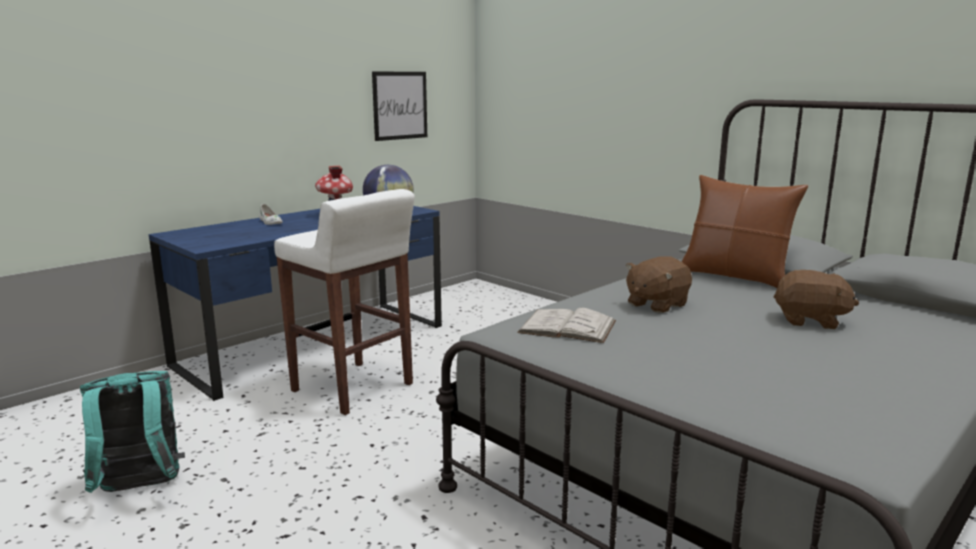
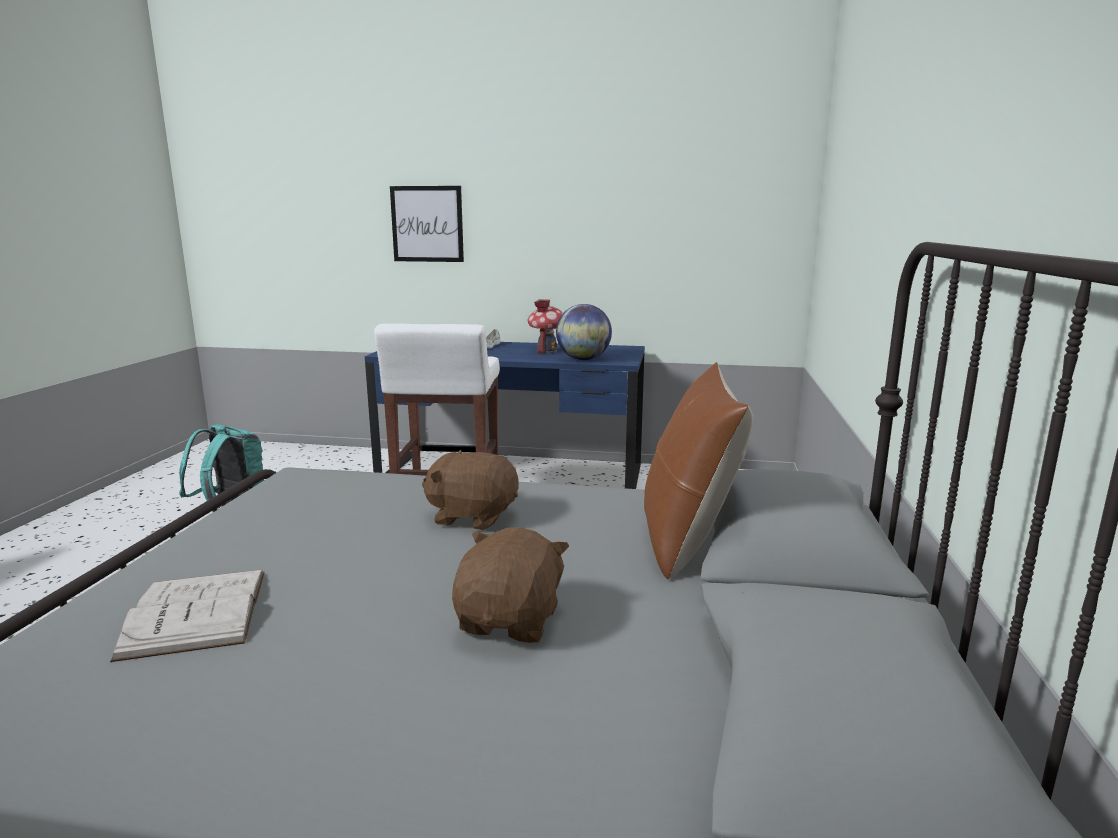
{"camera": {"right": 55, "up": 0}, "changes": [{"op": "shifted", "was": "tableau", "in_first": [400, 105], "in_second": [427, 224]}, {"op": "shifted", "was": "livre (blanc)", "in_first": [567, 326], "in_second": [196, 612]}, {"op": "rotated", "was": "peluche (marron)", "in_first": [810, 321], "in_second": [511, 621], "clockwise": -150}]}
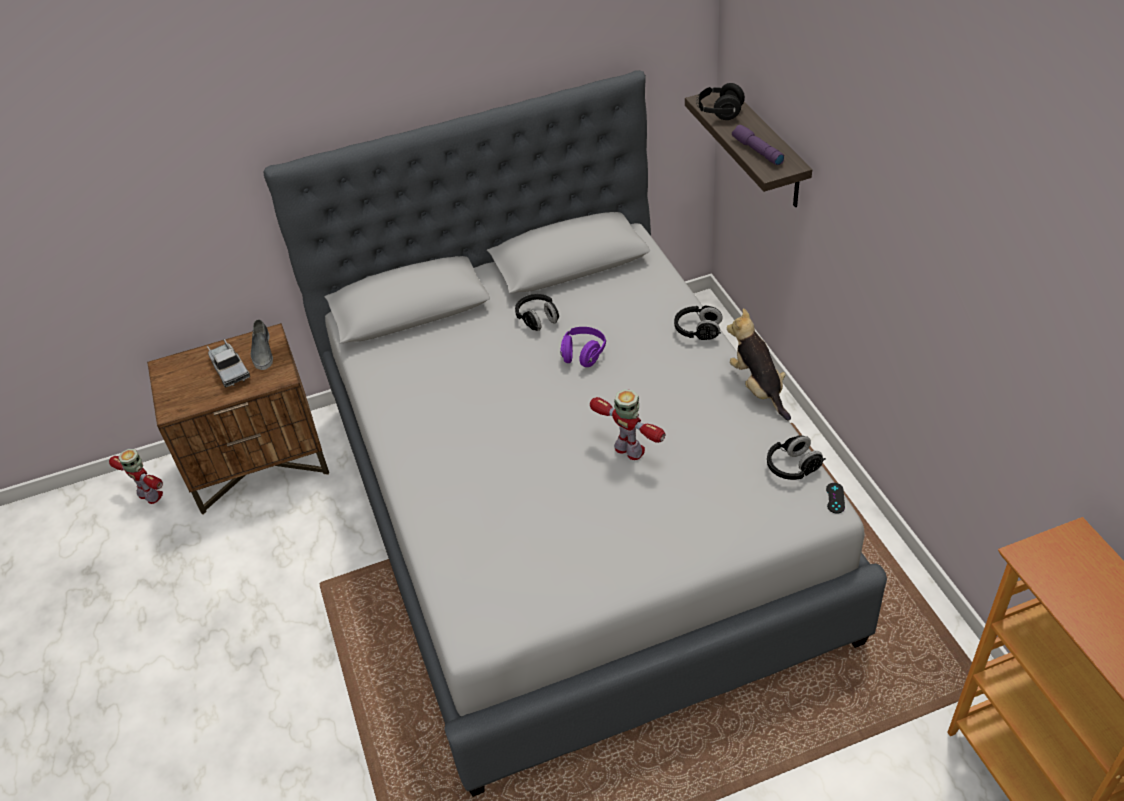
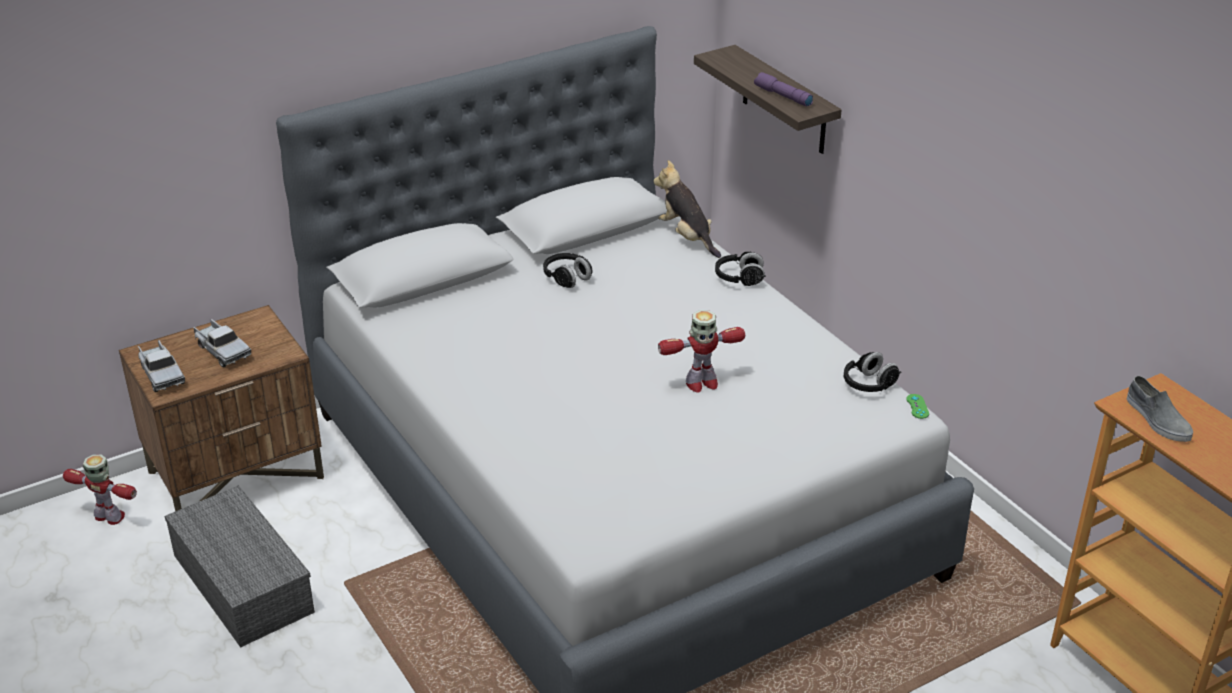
{"camera": {"right": -15, "up": -10}, "changes": [{"op": "gone", "was": "casque audio (violet)", "in_first": [583, 355]}, {"op": "gone", "was": "casque audio (noir)", "in_first": [719, 112]}, {"op": "new", "now": "camion jouet", "in_second": [161, 374]}, {"op": "new", "now": "boîte de rangement (gris)", "in_second": [240, 582]}, {"op": "shifted", "was": "chaussure (gris)", "in_first": [262, 351], "in_second": [1157, 419]}, {"op": "shifted", "was": "peluche", "in_first": [758, 388], "in_second": [687, 237]}, {"op": "repainted", "was": "manette (noir)", "now": "manette (vert)", "in_first": [835, 498], "in_second": [917, 406]}, {"op": "rotated", "was": "robot jouet", "in_first": [630, 450], "in_second": [701, 383], "clockwise": 135}]}
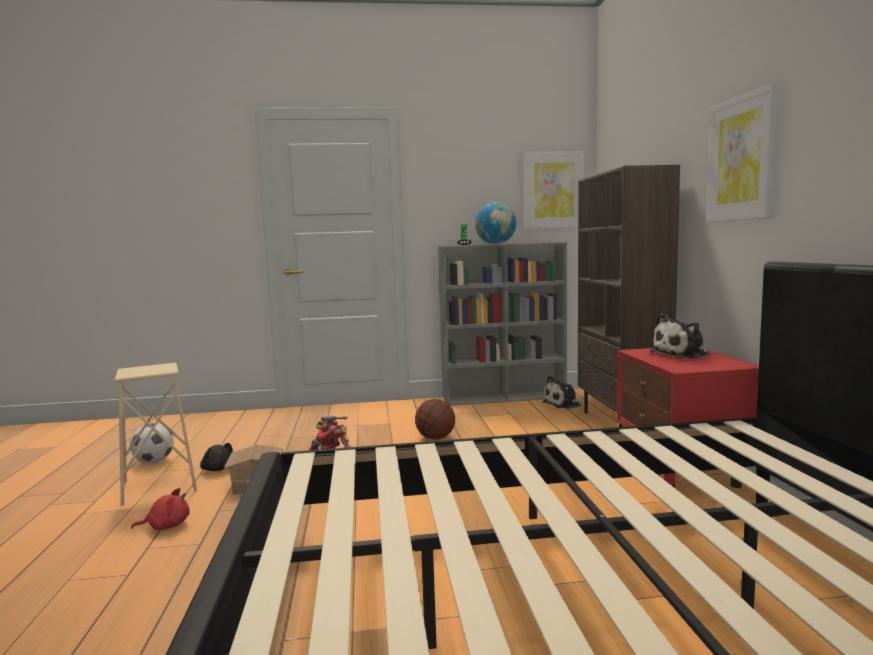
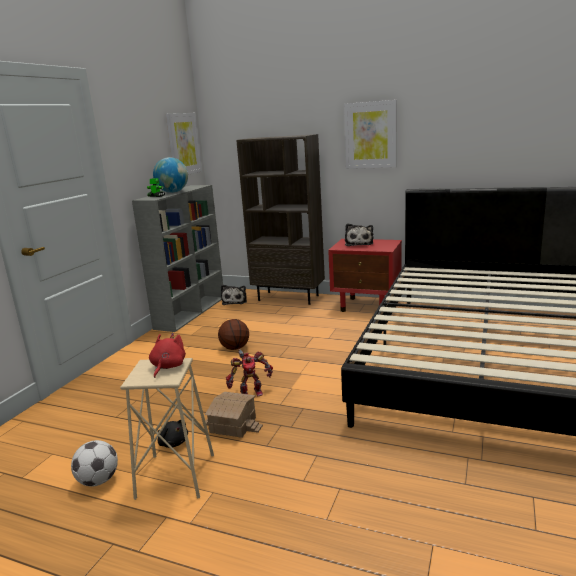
{"camera": {"right": -60, "up": 10}, "changes": [{"op": "shifted", "was": "peluche (rouge)", "in_first": [166, 526], "in_second": [167, 367]}, {"op": "rotated", "was": "peluche (noir)", "in_first": [217, 469], "in_second": [173, 442], "clockwise": 60}]}
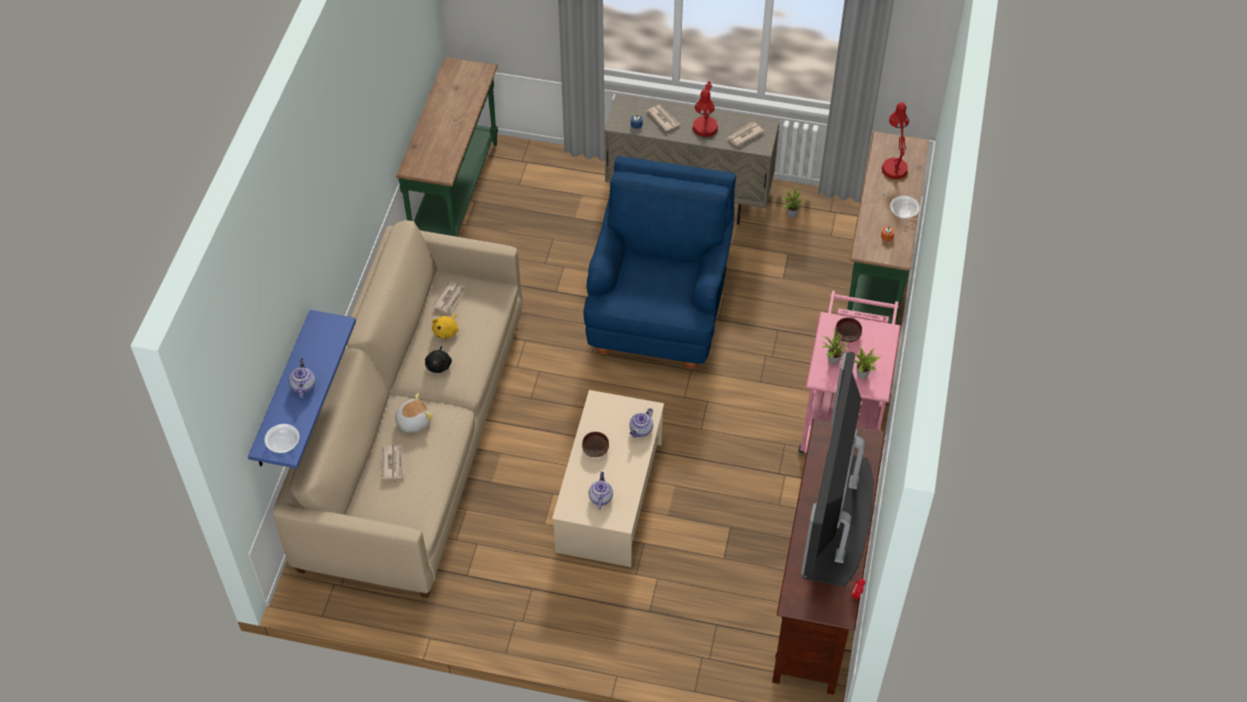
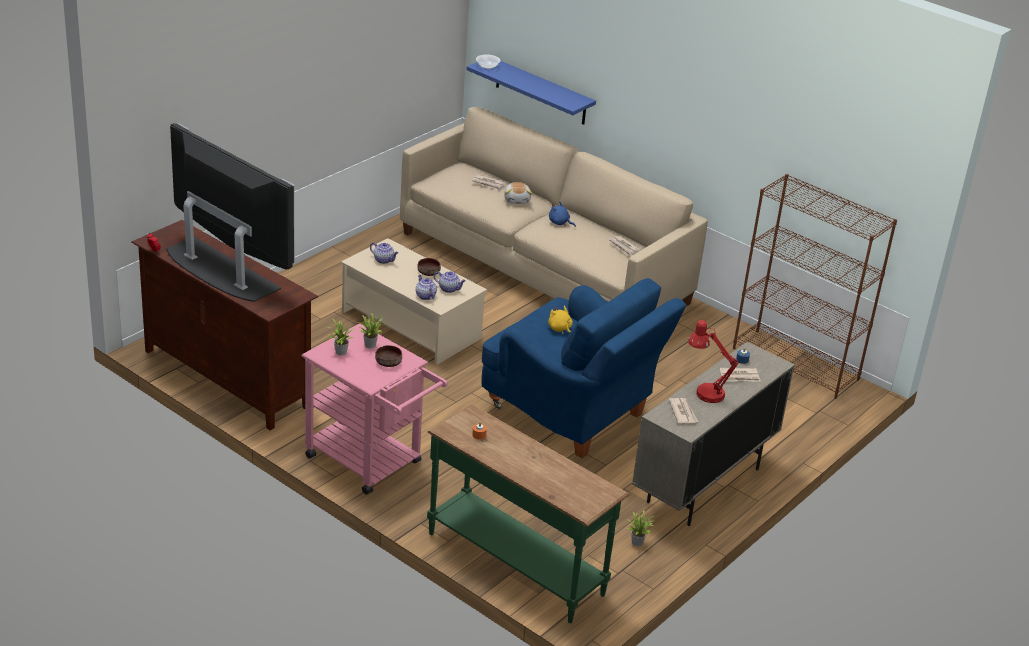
{"camera": {"right": 115, "up": -20}, "changes": [{"op": "gone", "was": "lampe de table (rouge)", "in_first": [894, 165]}, {"op": "gone", "was": "bol", "in_first": [903, 212]}, {"op": "shifted", "was": "théière", "in_first": [303, 385], "in_second": [449, 289]}, {"op": "shifted", "was": "peluche (jaune)", "in_first": [446, 331], "in_second": [560, 329]}, {"op": "swapped", "was": "table console (vert)", "now": "bibliothèque (marron)", "in_first": [457, 194], "in_second": [796, 364]}, {"op": "repainted", "was": "peluche (noir)", "now": "peluche (bleu)", "in_first": [439, 365], "in_second": [560, 223]}]}
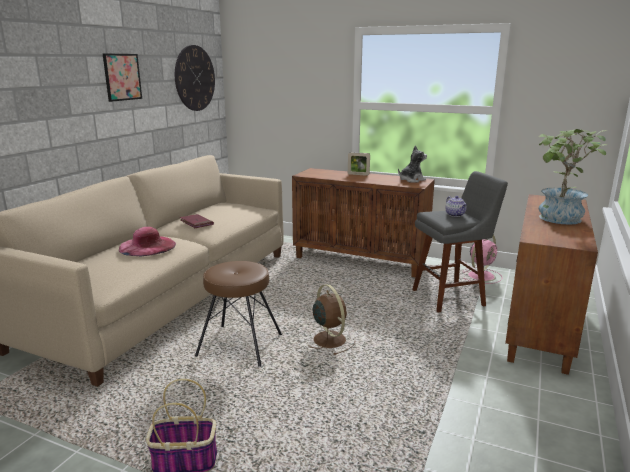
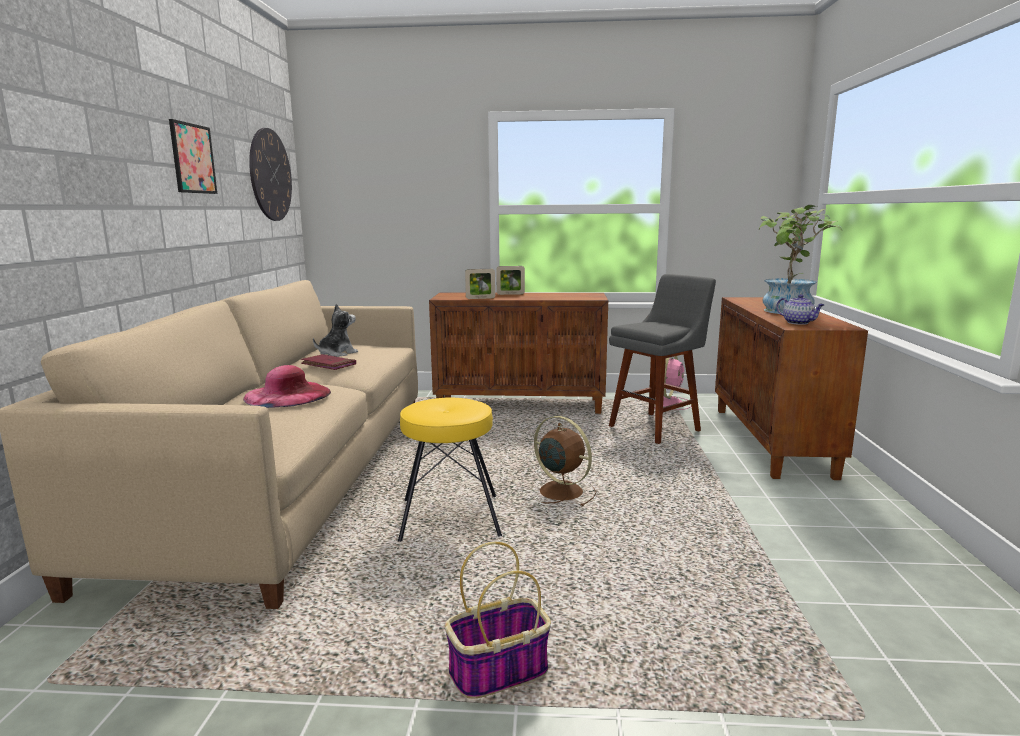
{"camera": {"right": -20, "up": -5}, "changes": [{"op": "new", "now": "cadre photo", "in_second": [480, 298]}, {"op": "shifted", "was": "peluche", "in_first": [411, 180], "in_second": [337, 354]}, {"op": "shifted", "was": "théière", "in_first": [455, 215], "in_second": [798, 323]}, {"op": "repainted", "was": "tabouret (marron)", "now": "tabouret (jaune)", "in_first": [240, 345], "in_second": [450, 517]}]}
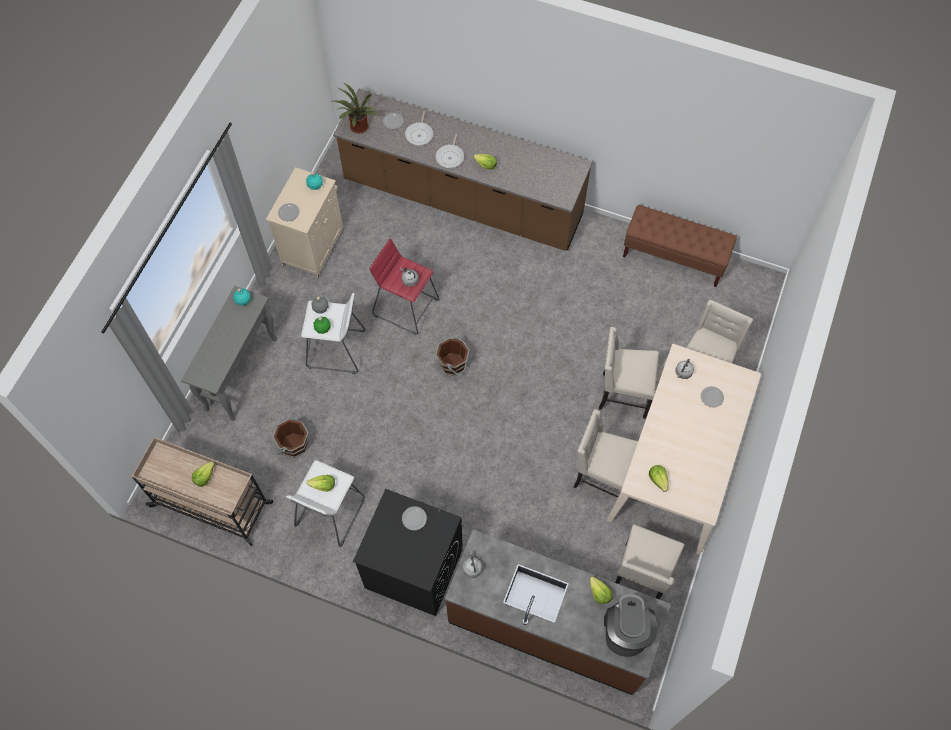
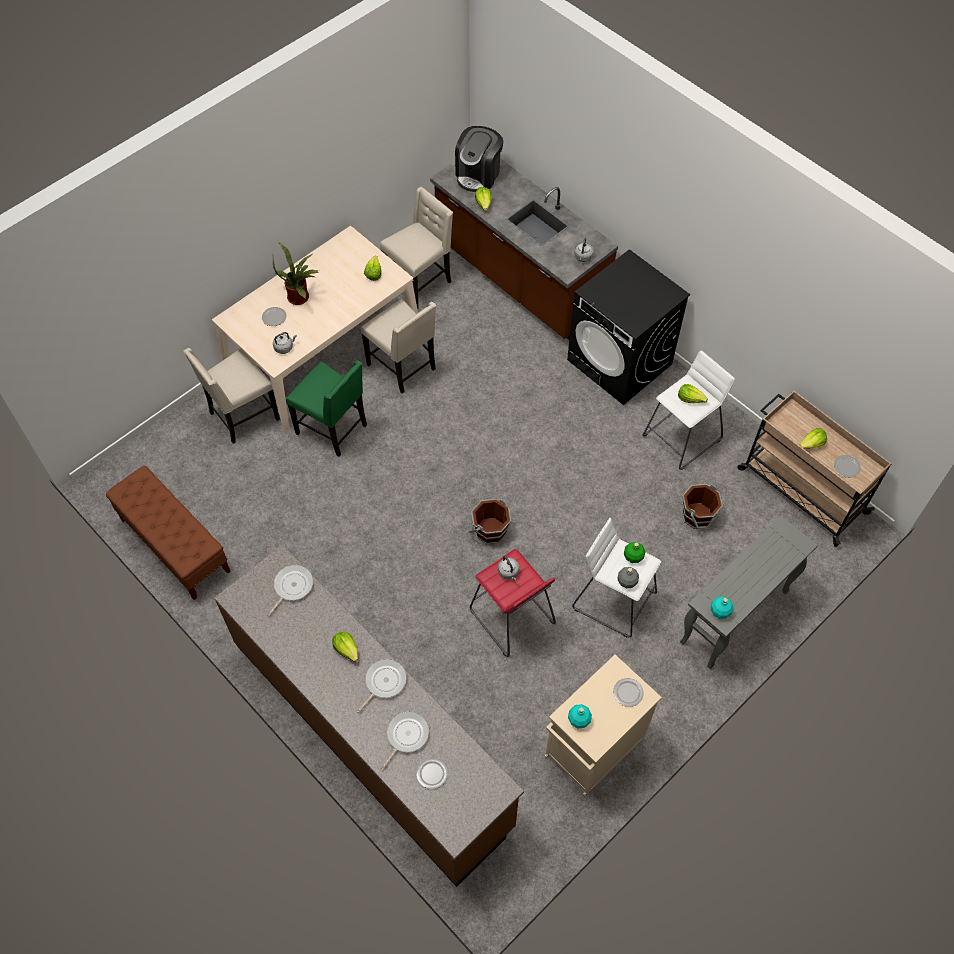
{"camera": {"right": -155, "up": -5}, "changes": [{"op": "new", "now": "poêle", "in_second": [292, 586]}, {"op": "shifted", "was": "plante en pot", "in_first": [358, 128], "in_second": [300, 296]}, {"op": "shifted", "was": "assiette", "in_first": [414, 519], "in_second": [846, 466]}, {"op": "repainted", "was": "chaise (beige)", "now": "chaise (vert)", "in_first": [622, 394], "in_second": [333, 429]}]}
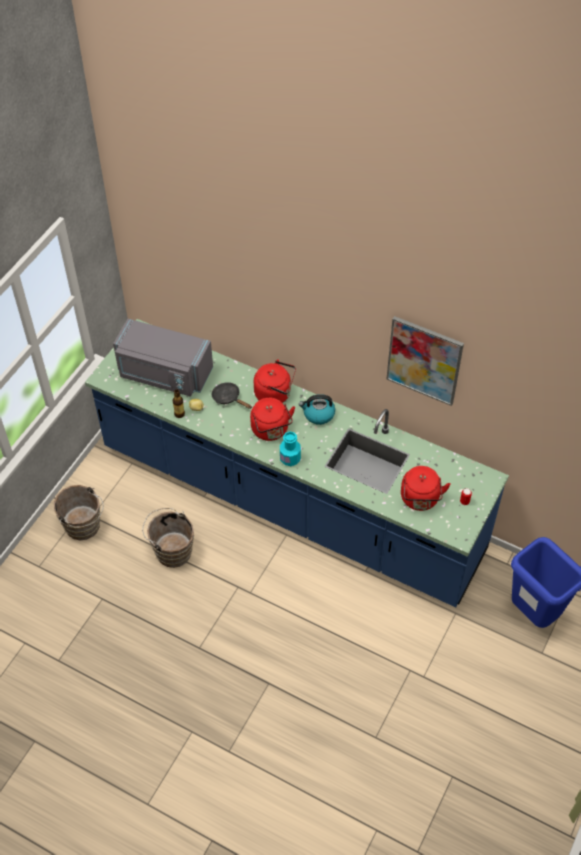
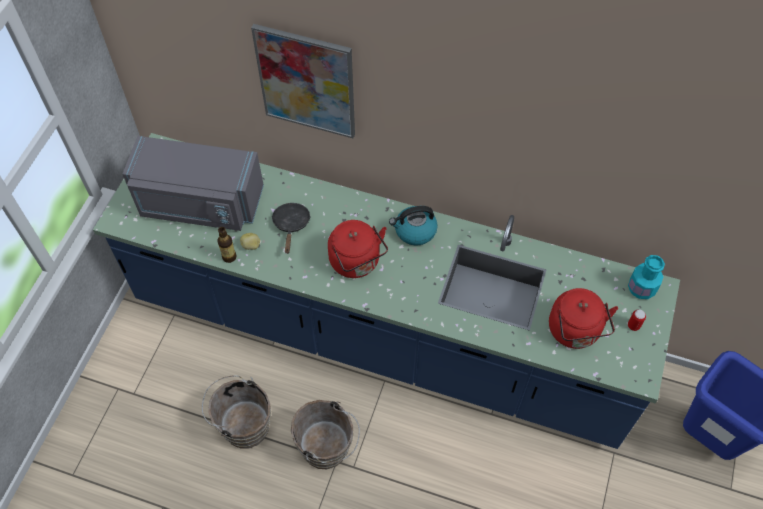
{"camera": {"right": -10, "up": 5}, "changes": [{"op": "gone", "was": "bouilloire (rouge)", "in_first": [275, 394]}, {"op": "shifted", "was": "seau (marron)", "in_first": [84, 527], "in_second": [328, 449]}, {"op": "shifted", "was": "bouteille (turquoise)", "in_first": [290, 458], "in_second": [641, 288]}, {"op": "shifted", "was": "tableau", "in_first": [424, 360], "in_second": [306, 82]}, {"op": "rotated", "was": "poêle (noir)", "in_first": [228, 398], "in_second": [291, 225], "clockwise": 60}]}
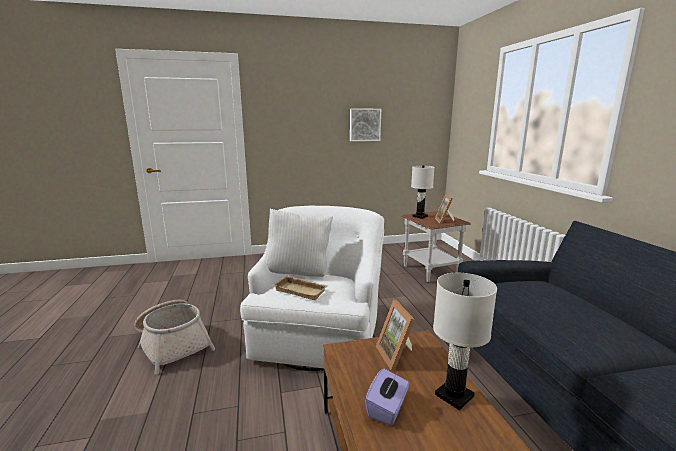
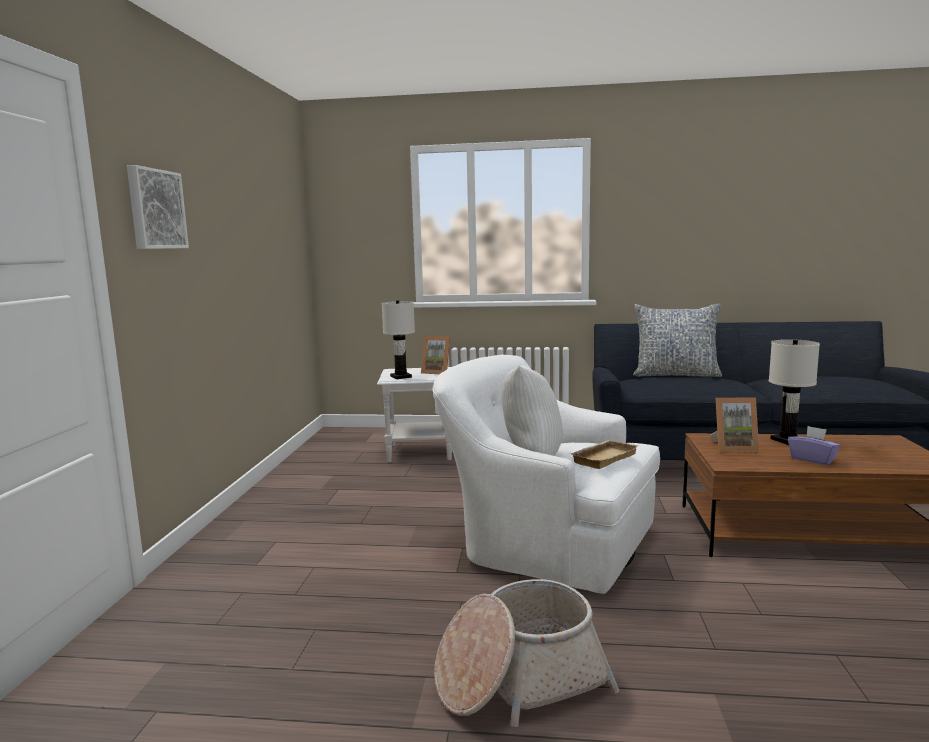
{"camera": {"right": -70, "up": -5}, "changes": [{"op": "new", "now": "coussin", "in_second": [675, 375]}, {"op": "shifted", "was": "tableau", "in_first": [364, 125], "in_second": [155, 209]}, {"op": "repainted", "was": "table d'appoint (marron)", "now": "table d'appoint (blanc)", "in_first": [431, 271], "in_second": [421, 452]}]}
